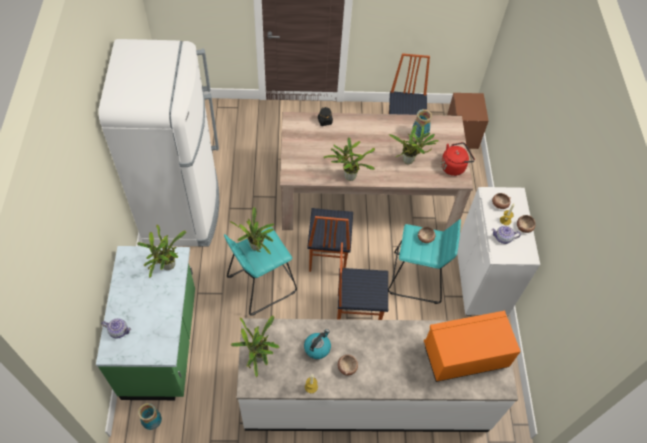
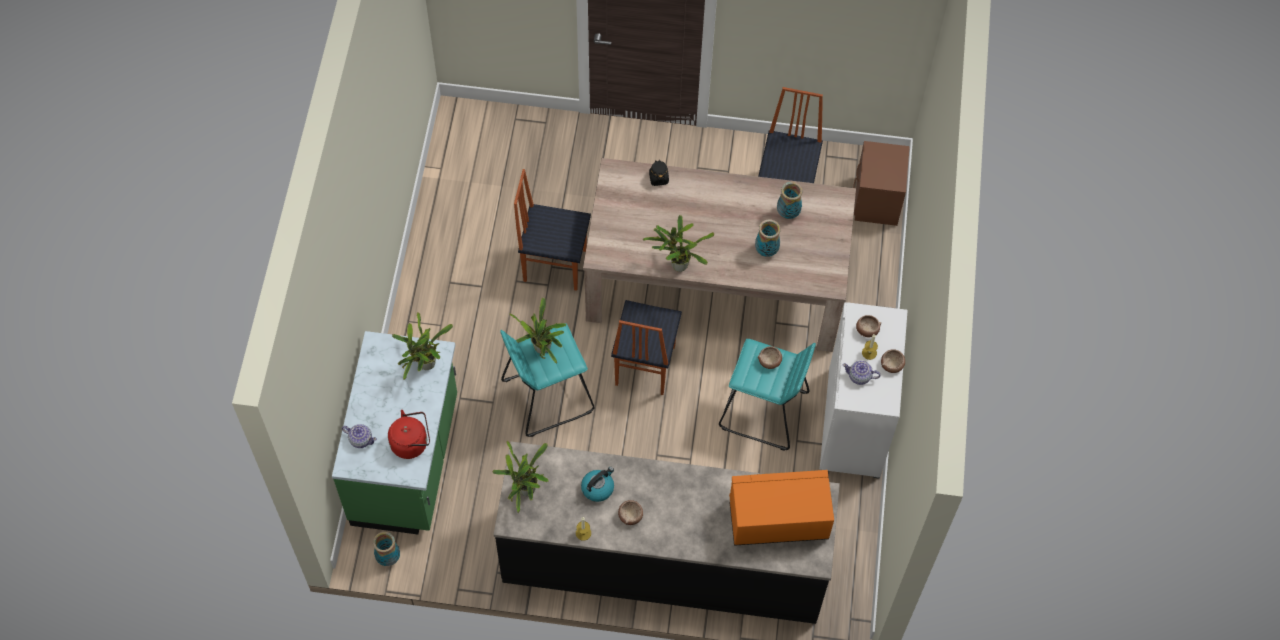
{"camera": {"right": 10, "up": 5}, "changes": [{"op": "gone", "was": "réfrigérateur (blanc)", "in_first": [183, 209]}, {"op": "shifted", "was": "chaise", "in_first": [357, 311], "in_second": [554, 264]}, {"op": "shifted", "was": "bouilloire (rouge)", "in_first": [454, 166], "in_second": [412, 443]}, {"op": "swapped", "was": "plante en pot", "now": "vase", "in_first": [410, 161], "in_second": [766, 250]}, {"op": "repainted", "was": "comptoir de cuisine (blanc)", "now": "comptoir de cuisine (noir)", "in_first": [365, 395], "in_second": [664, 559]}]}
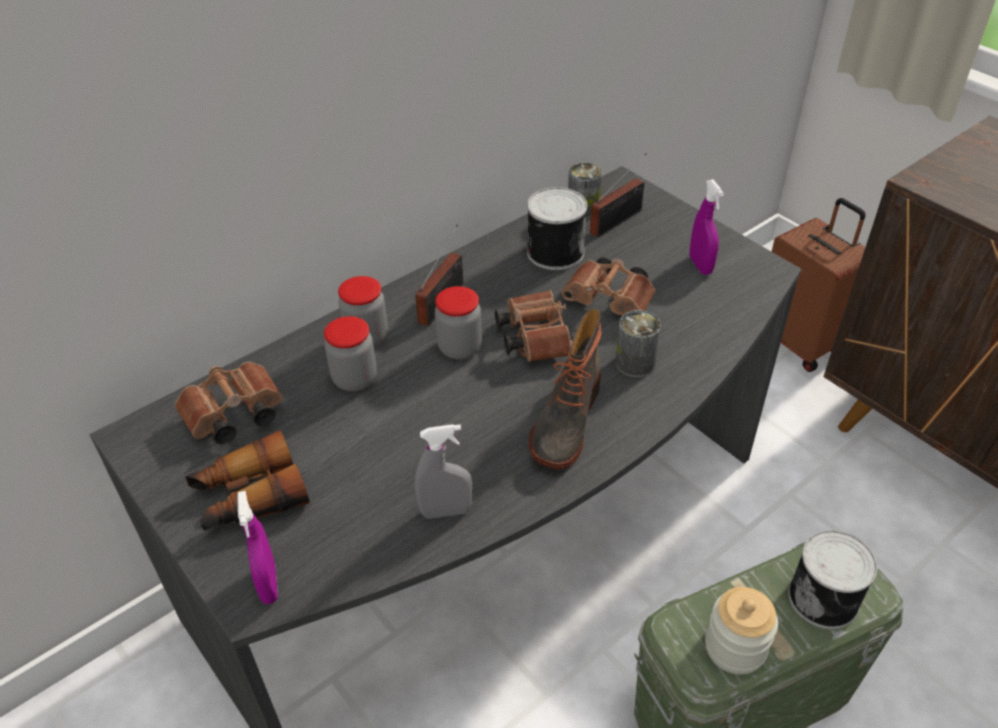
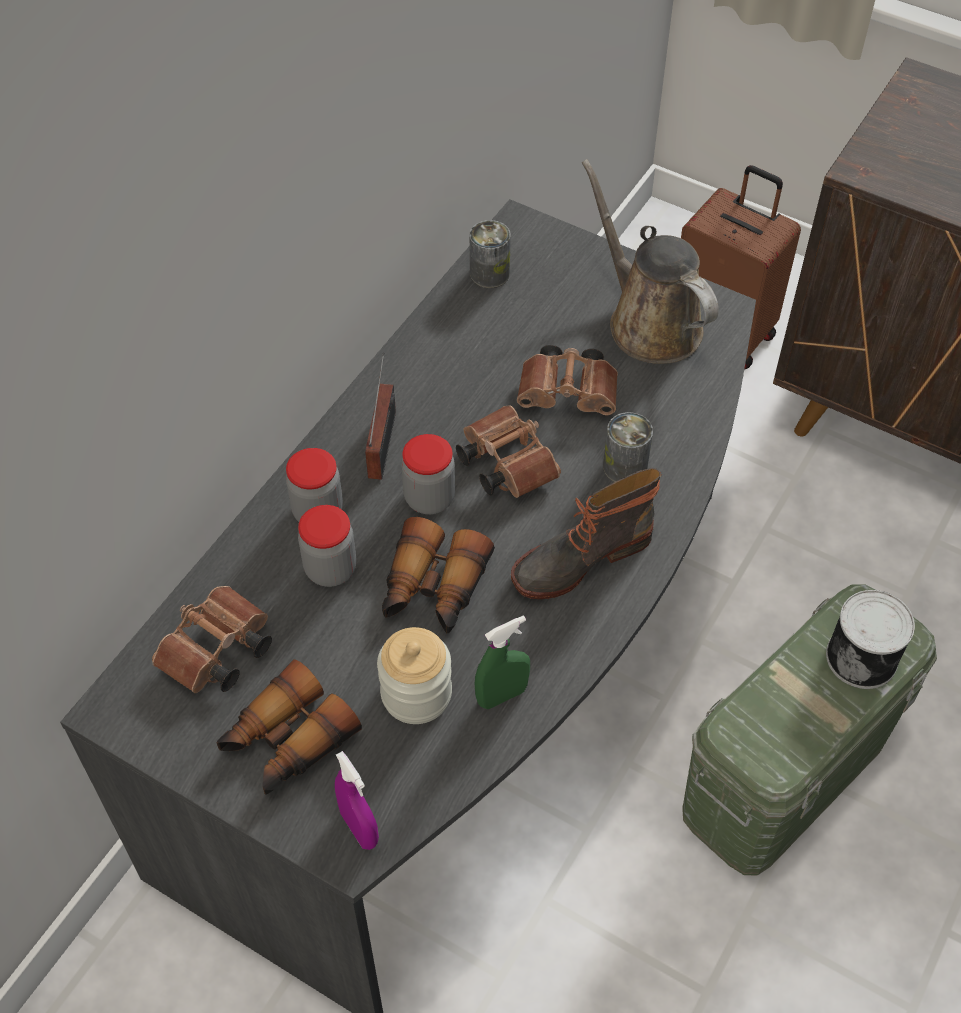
{"camera": {"right": -20, "up": 10}, "changes": [{"op": "gone", "was": "boîte métallique", "in_first": [554, 251]}, {"op": "gone", "was": "radio", "in_first": [619, 220]}, {"op": "new", "now": "jumelles", "in_second": [433, 589]}, {"op": "shifted", "was": "bocal", "in_first": [735, 647], "in_second": [416, 694]}, {"op": "swapped", "was": "vaporisateur (violet)", "now": "arrosoir (marron)", "in_first": [700, 265], "in_second": [648, 322]}, {"op": "repainted", "was": "vaporisateur (gris)", "now": "vaporisateur (vert)", "in_first": [445, 511], "in_second": [502, 695]}, {"op": "rotated", "was": "botte", "in_first": [564, 421], "in_second": [580, 558], "clockwise": 60}]}
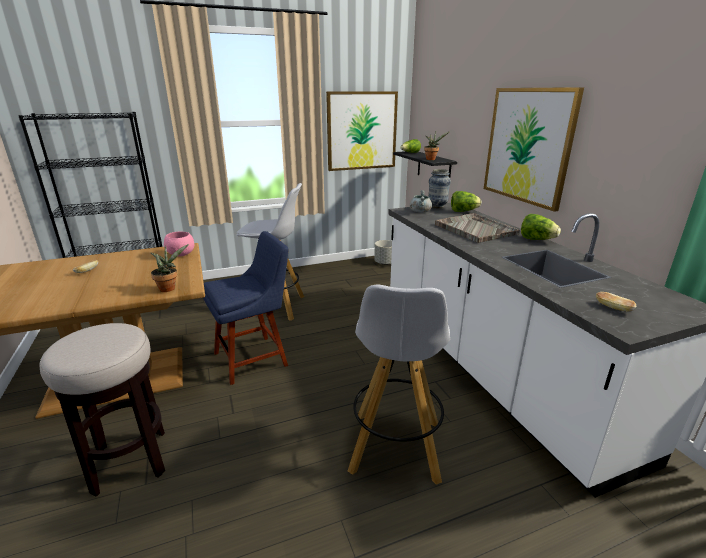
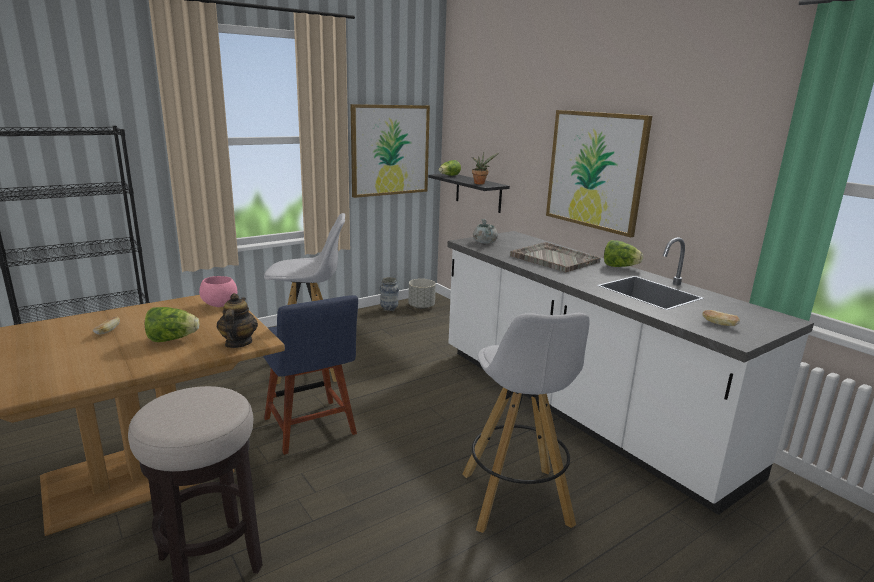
{"camera": {"right": -15, "up": -5}, "changes": [{"op": "shifted", "was": "vase", "in_first": [437, 206], "in_second": [389, 310]}, {"op": "shifted", "was": "laitue", "in_first": [463, 211], "in_second": [172, 339]}, {"op": "swapped", "was": "plante en pot", "now": "théière", "in_first": [169, 288], "in_second": [238, 343]}, {"op": "rotated", "was": "chaise (bleu)", "in_first": [254, 358], "in_second": [311, 428], "clockwise": 105}]}
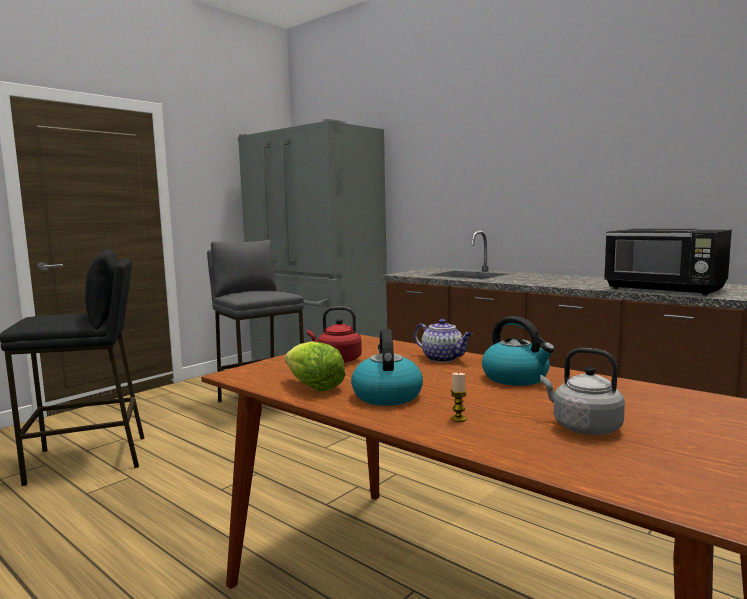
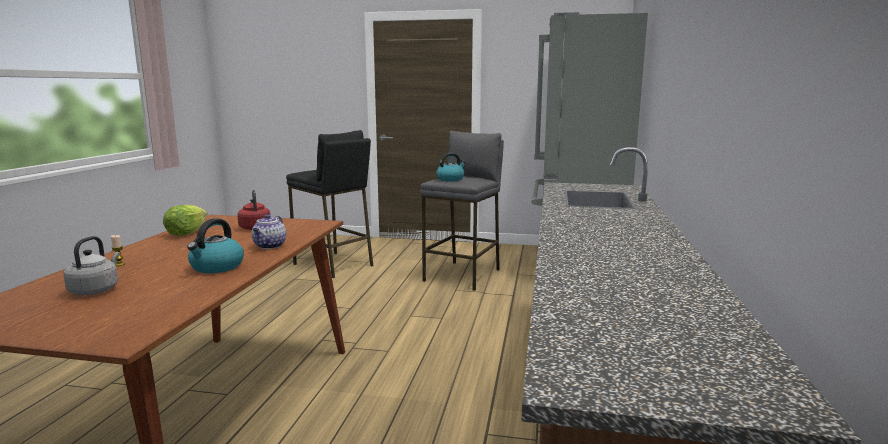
{"camera": {"right": 60, "up": 5}, "changes": [{"op": "gone", "was": "micro-ondes (noir)", "in_first": [665, 289]}, {"op": "shifted", "was": "bouilloire", "in_first": [386, 395], "in_second": [450, 179]}]}
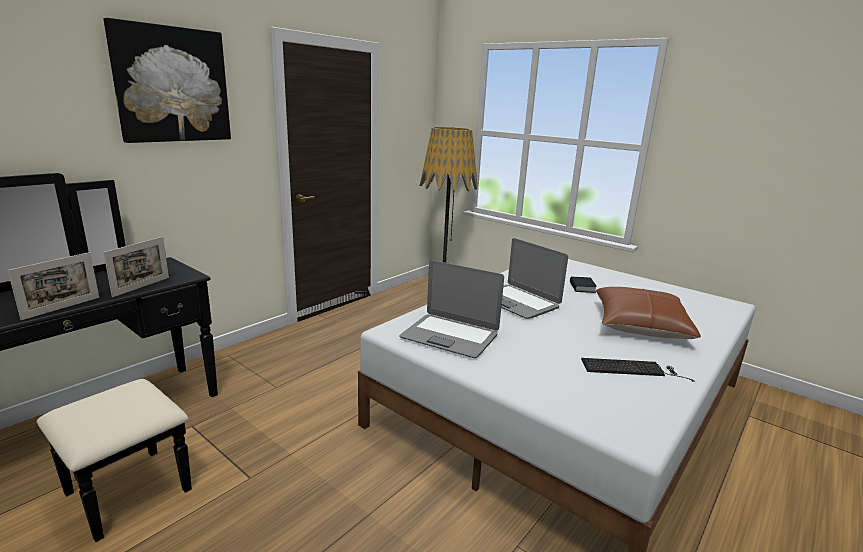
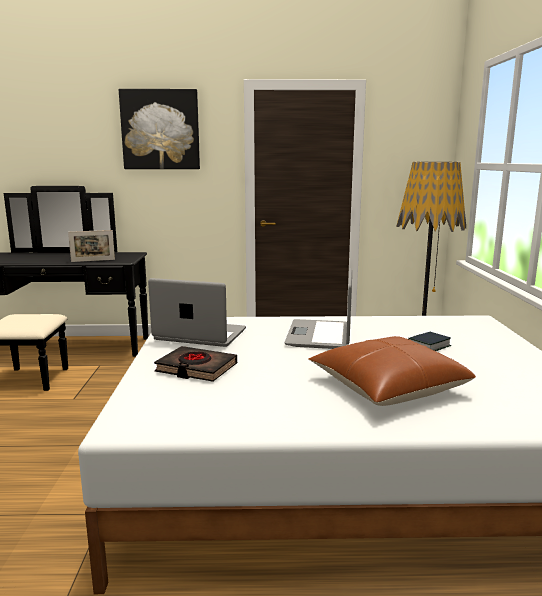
{"camera": {"right": 50, "up": -5}, "changes": [{"op": "gone", "was": "cadre photo", "in_first": [62, 308]}, {"op": "gone", "was": "clavier", "in_first": [632, 369]}, {"op": "new", "now": "livre (noir)", "in_second": [196, 368]}, {"op": "rotated", "was": "ordinateur portable", "in_first": [450, 336], "in_second": [200, 335], "clockwise": 120}]}
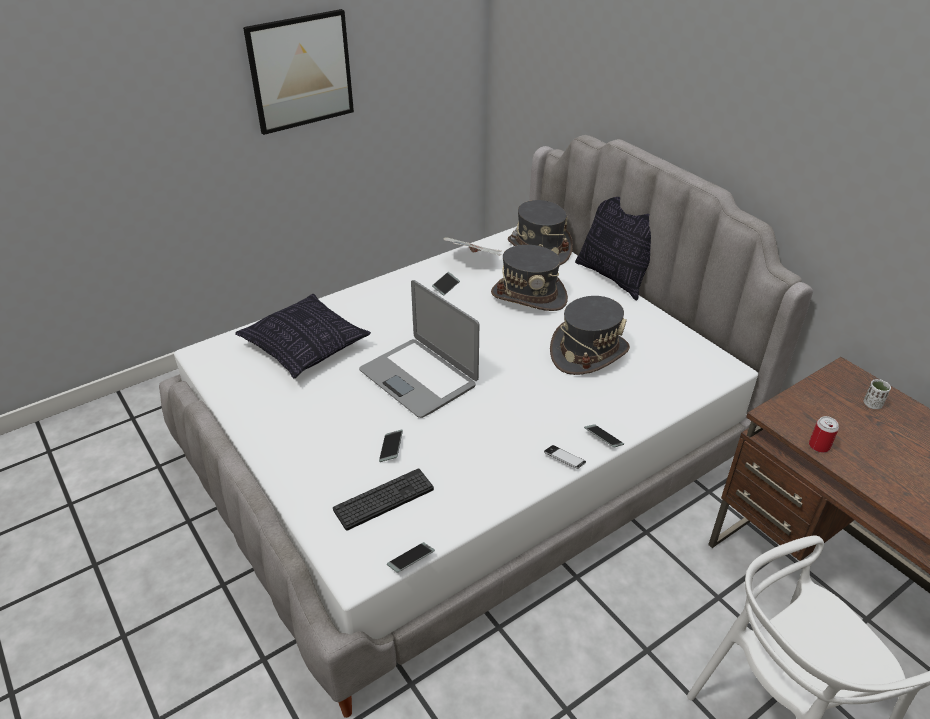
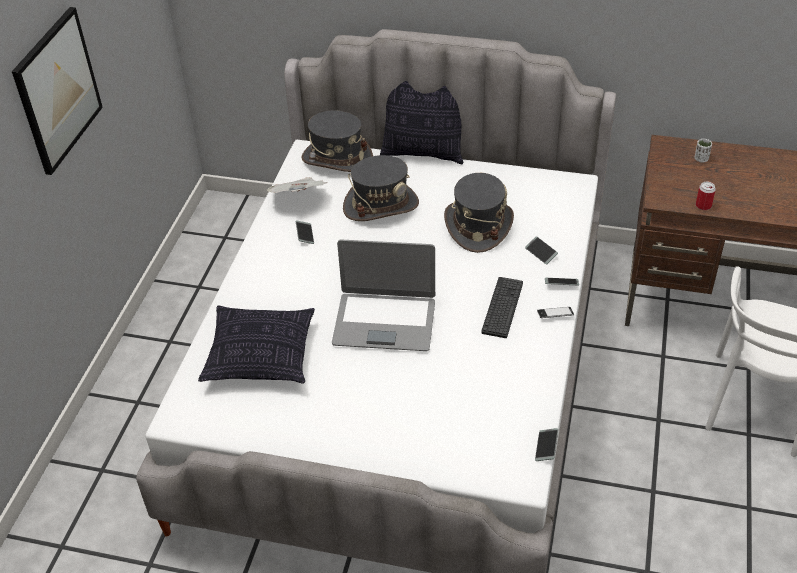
{"camera": {"right": -40, "up": 5}, "changes": [{"op": "shifted", "was": "clavier", "in_first": [384, 499], "in_second": [502, 307]}, {"op": "shifted", "was": "téléphone", "in_first": [391, 448], "in_second": [541, 253]}]}
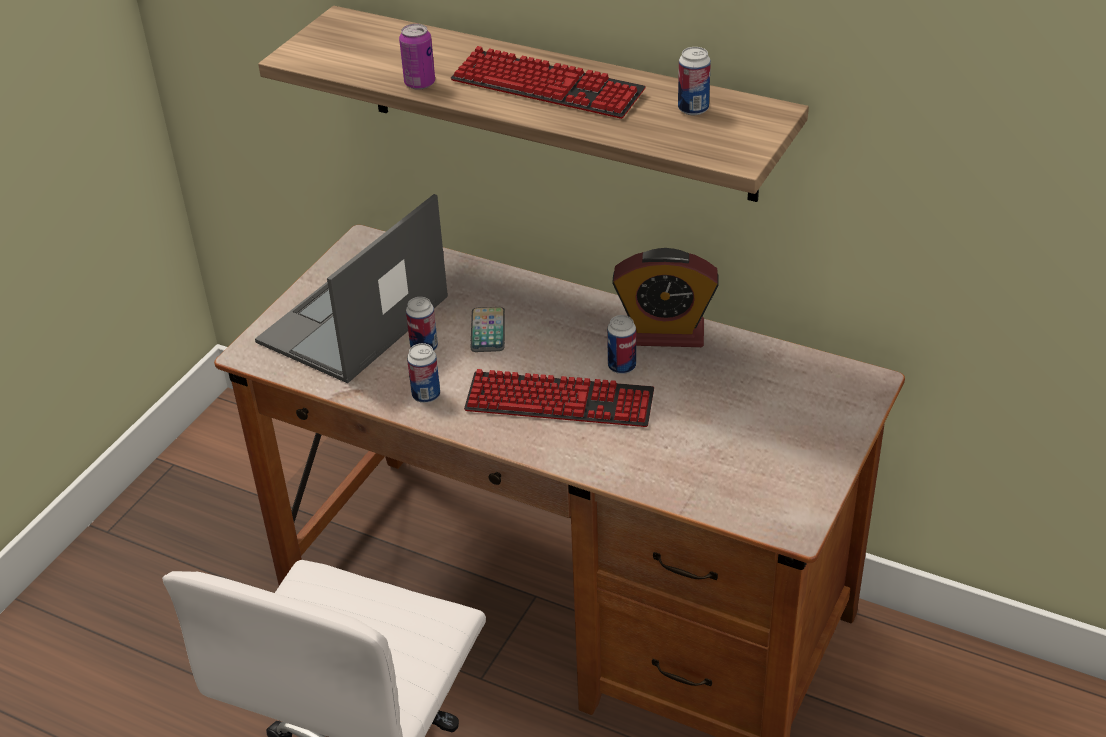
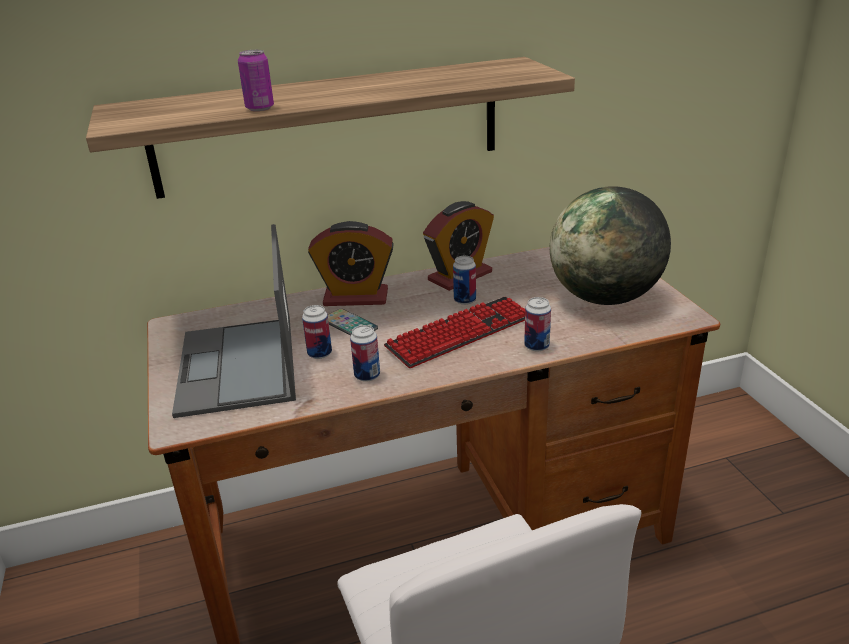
{"camera": {"right": -45, "up": -10}, "changes": [{"op": "gone", "was": "clavier", "in_first": [547, 87]}, {"op": "new", "now": "réveil", "in_second": [356, 297]}, {"op": "new", "now": "globe", "in_second": [604, 298]}, {"op": "shifted", "was": "boîte métallique", "in_first": [693, 109], "in_second": [536, 346]}]}
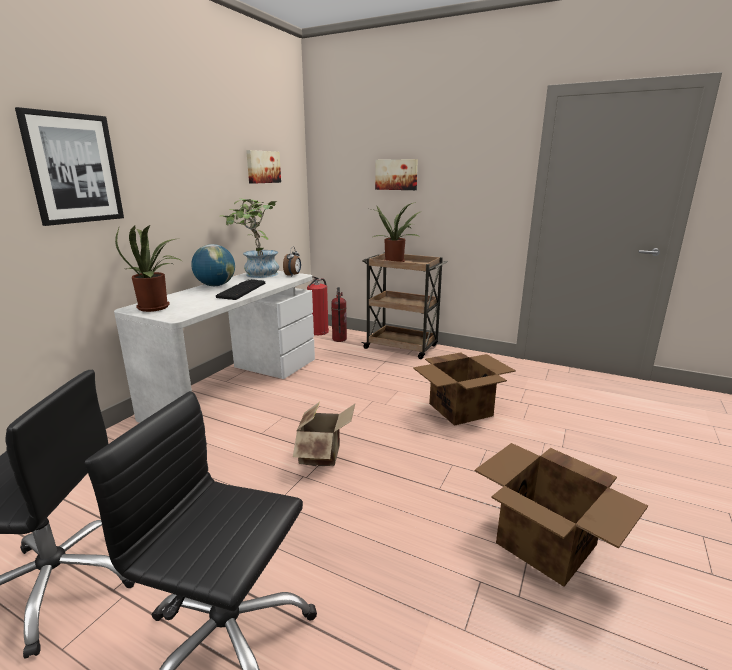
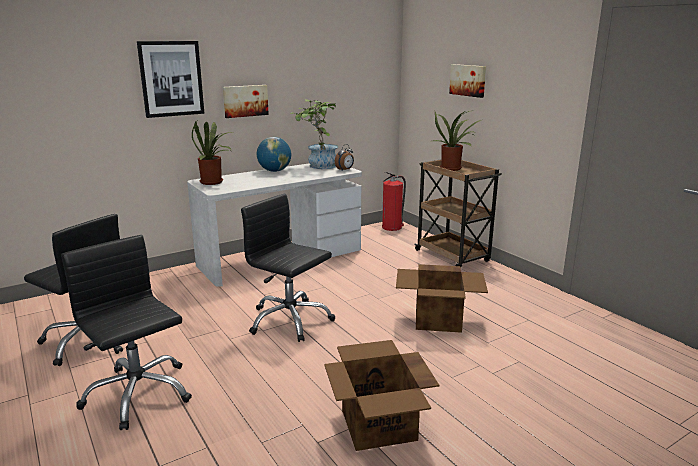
{"camera": {"right": 30, "up": 0}, "changes": [{"op": "gone", "was": "clavier", "in_first": [241, 290]}, {"op": "gone", "was": "extincteur", "in_first": [339, 339]}, {"op": "shifted", "was": "tableau", "in_first": [262, 167], "in_second": [245, 101]}, {"op": "swapped", "was": "carton", "now": "chaise de bureau (noir)", "in_first": [324, 455], "in_second": [289, 320]}]}
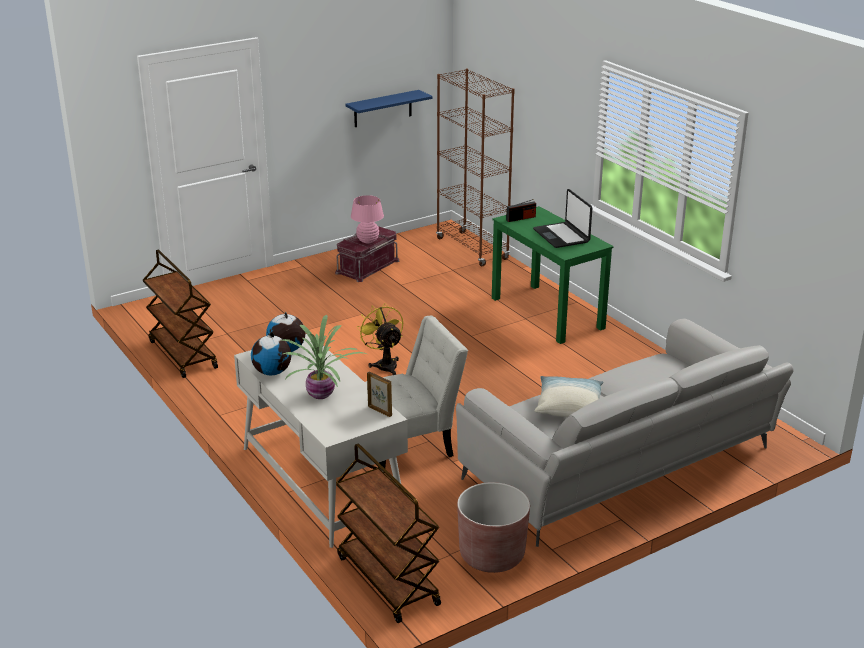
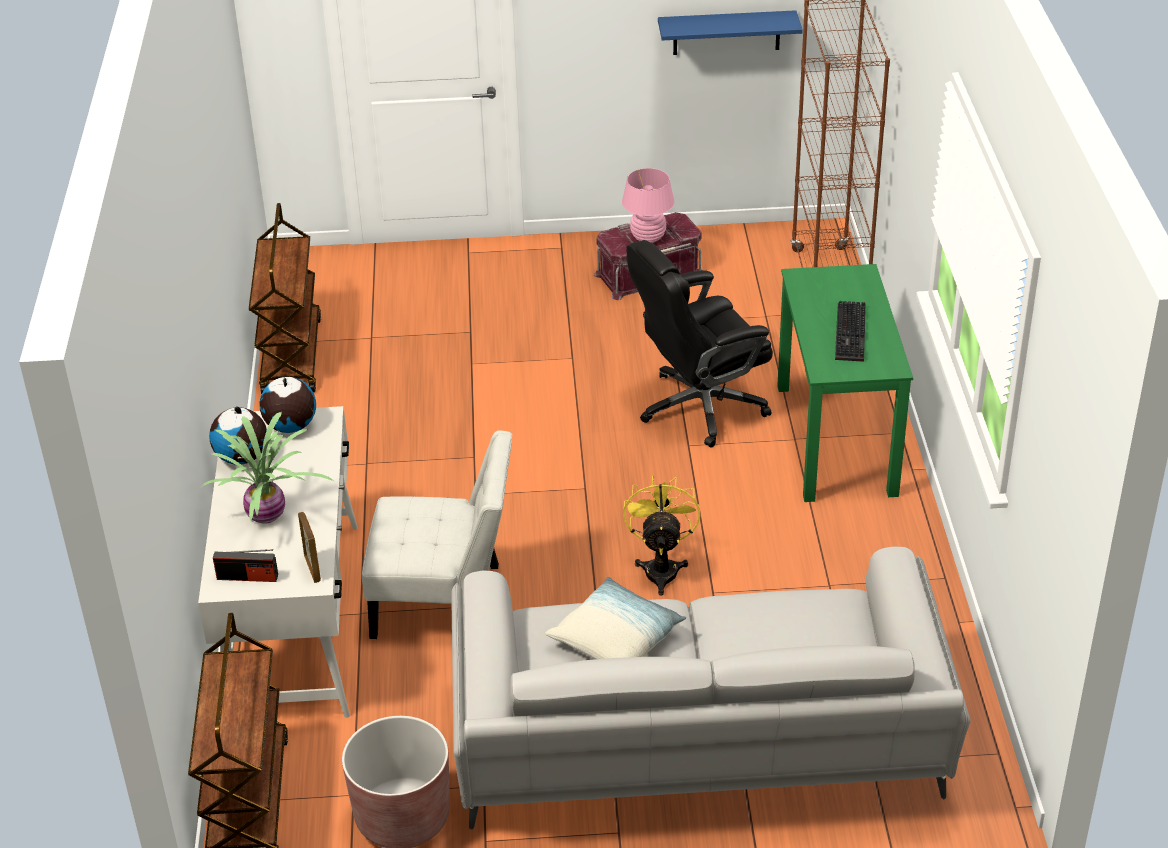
{"camera": {"right": 30, "up": 10}, "changes": [{"op": "new", "now": "chaise de bureau (noir)", "in_second": [700, 407]}, {"op": "shifted", "was": "ventilateur (jaune)", "in_first": [384, 364], "in_second": [661, 567]}, {"op": "shifted", "was": "radio", "in_first": [521, 218], "in_second": [247, 577]}, {"op": "swapped", "was": "ordinateur portable", "now": "clavier", "in_first": [562, 236], "in_second": [852, 334]}]}
